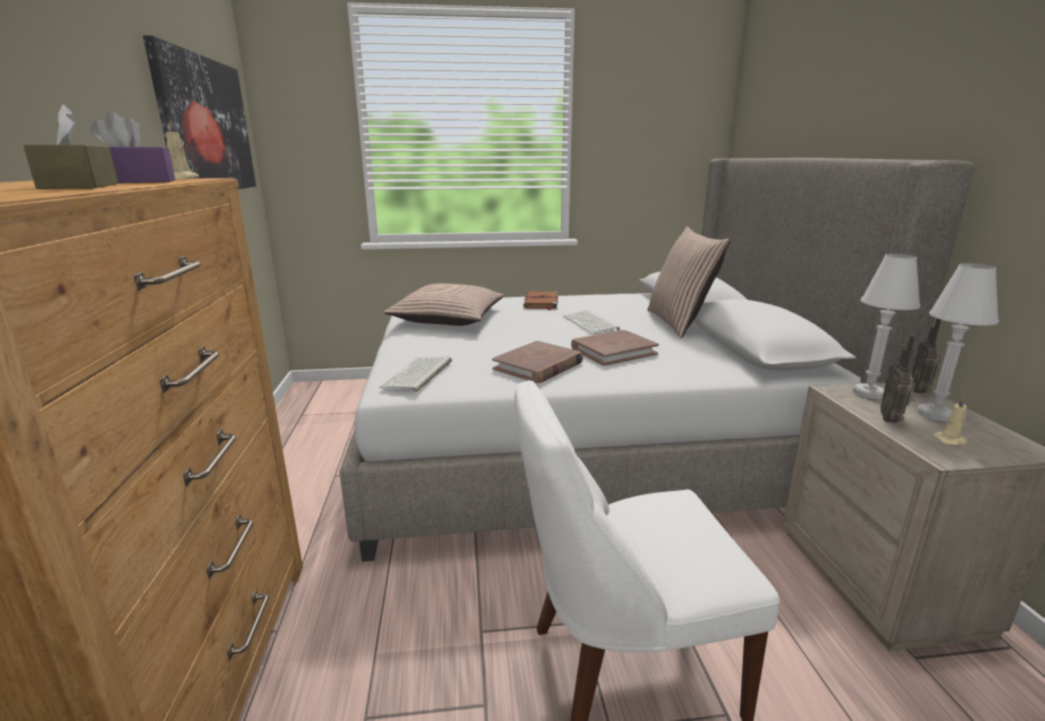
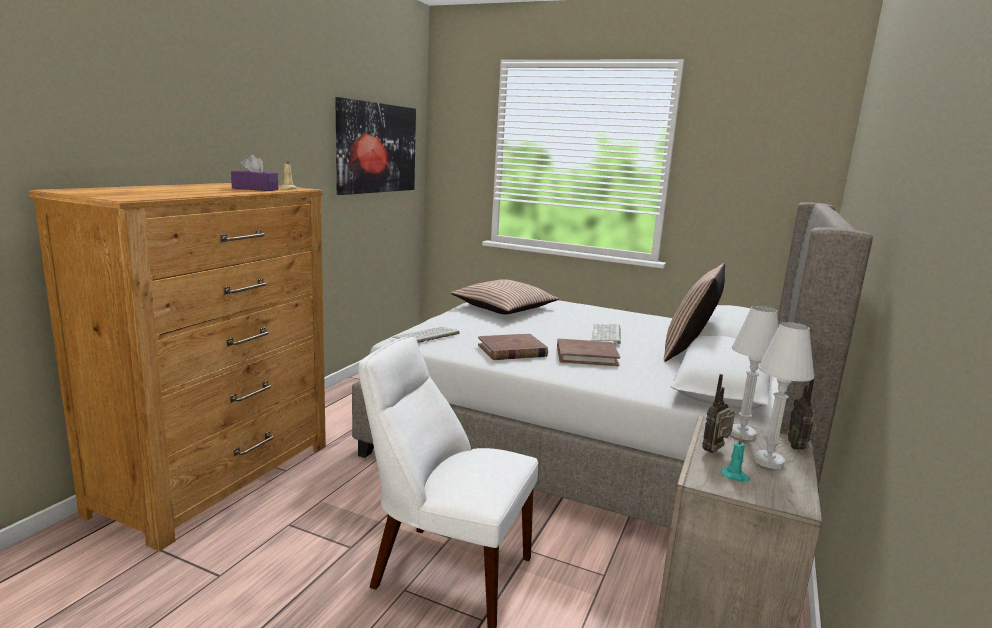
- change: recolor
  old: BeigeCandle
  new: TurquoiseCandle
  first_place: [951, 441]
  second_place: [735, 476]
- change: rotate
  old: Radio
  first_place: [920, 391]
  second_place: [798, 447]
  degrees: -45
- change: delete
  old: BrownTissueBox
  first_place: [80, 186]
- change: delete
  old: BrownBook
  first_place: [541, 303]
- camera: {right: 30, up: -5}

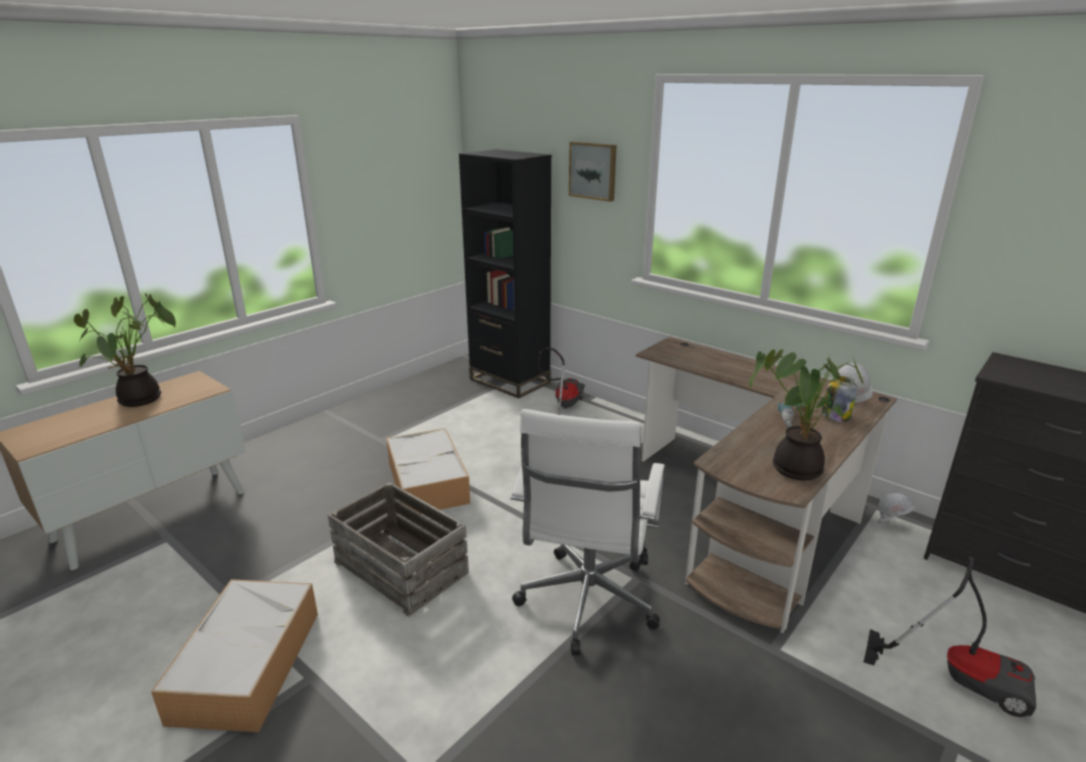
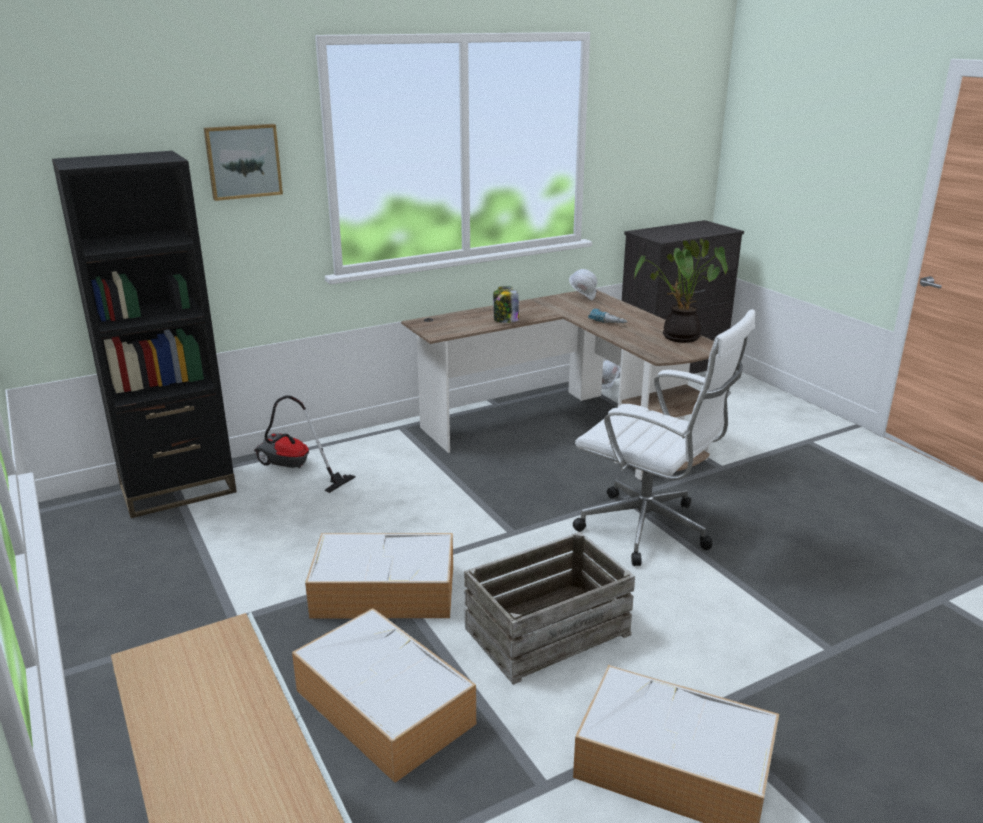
- change: insert
  new: StorageBox
  second_place: [382, 706]
- change: move
  old: Jar
  first_place: [835, 416]
  second_place: [505, 320]
- change: delete
  old: PottedPlant
  first_place: [141, 401]
- change: delete
  old: VacuumCleaner
  first_place: [960, 676]
- camera: {right: -70, up: 0}

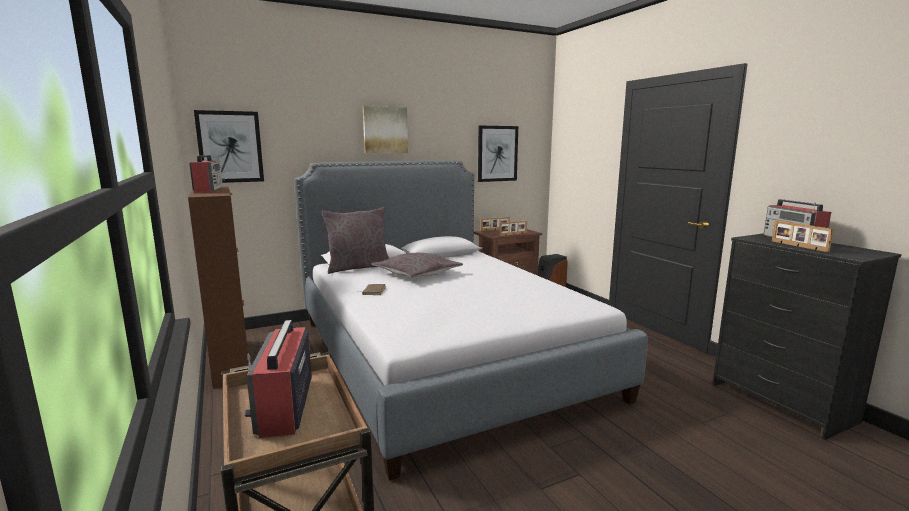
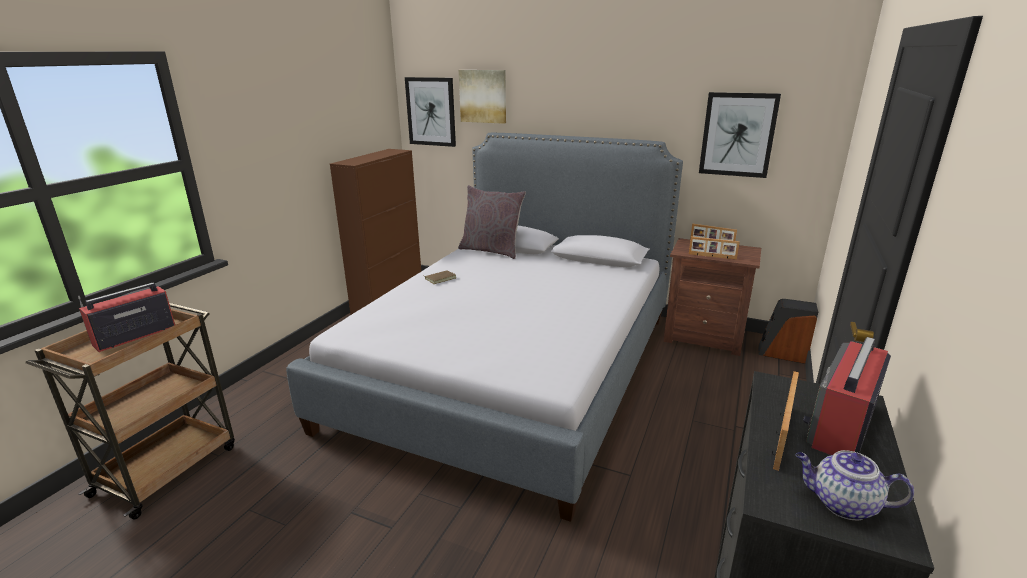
- change: move
  old: Picture
  first_place: [385, 130]
  second_place: [483, 96]
- change: insert
  new: Teapot
  second_place: [842, 504]
- change: delete
  old: Radio
  first_place: [209, 189]
- change: delete
  old: GreyPillow
  first_place: [417, 274]
- camera: {right: 50, up: 10}

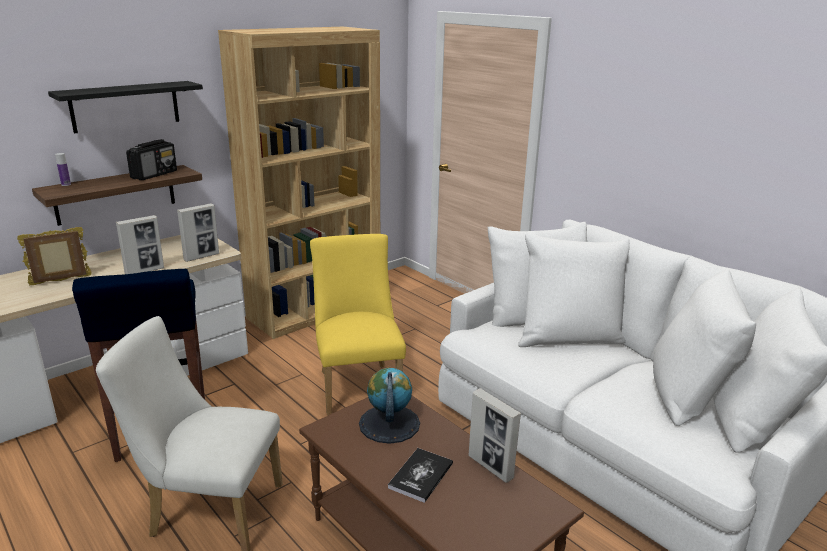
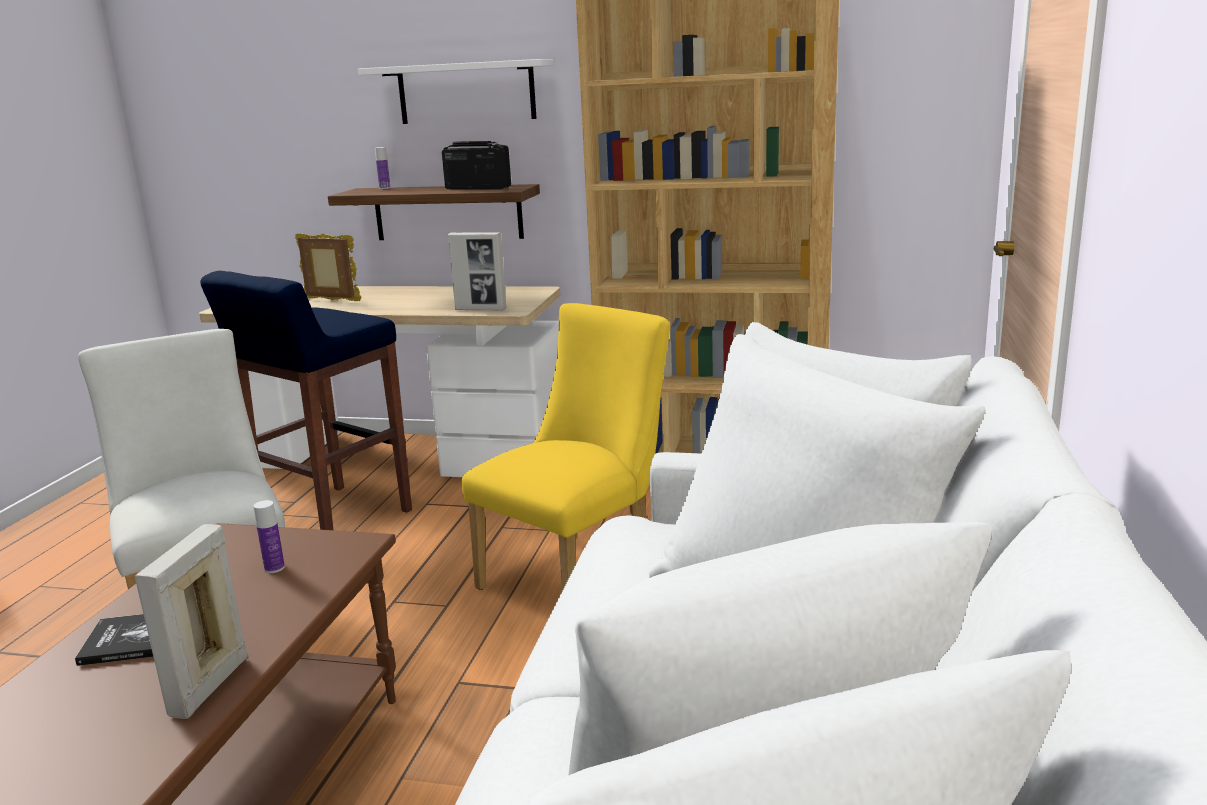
- change: replace
  old: Globe
  new: Bottle
  first_place: [389, 423]
  second_place: [274, 568]
- change: recolor
  old: BlackShelf
  new: WhiteShelf
  first_place: [125, 106]
  second_place: [466, 92]
- change: rotate
  old: Radio
  first_place: [154, 174]
  second_place: [477, 188]
  degrees: -150
- change: delete
  old: PictureFrame
  first_place: [145, 271]
- camera: {right: 55, up: -5}

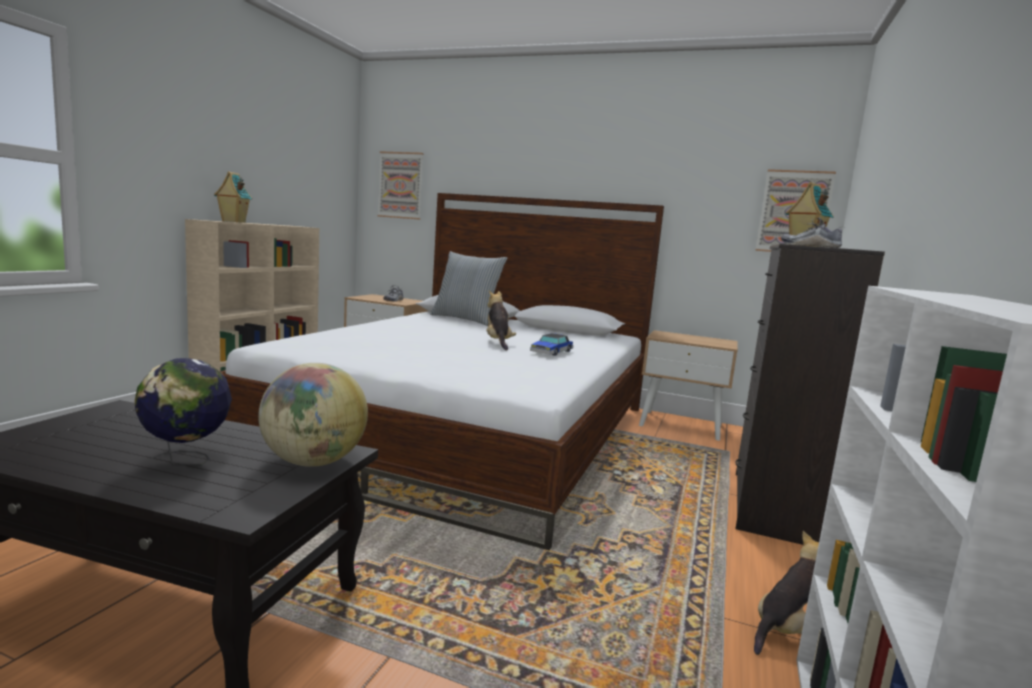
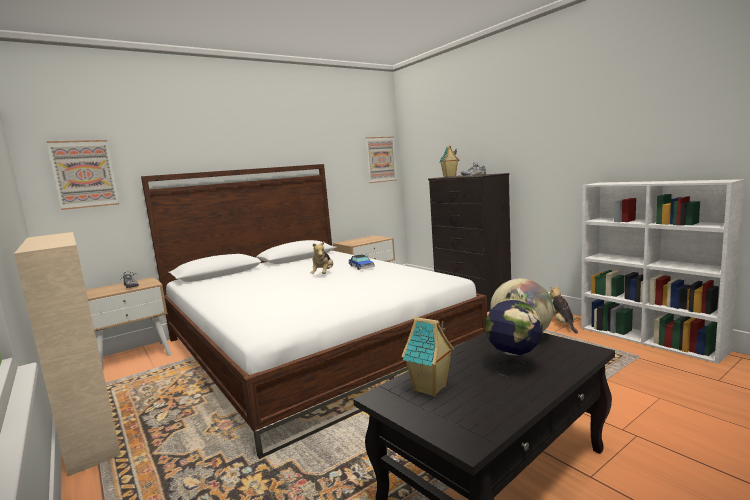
- change: rotate
  old: PlushToy
  first_place: [498, 343]
  second_place: [323, 274]
  degrees: -105
- change: move
  old: ToyHouse
  first_place: [233, 222]
  second_place: [430, 389]
- change: delete
  old: Pillow
  first_place: [465, 319]
- camera: {right: -55, up: 0}

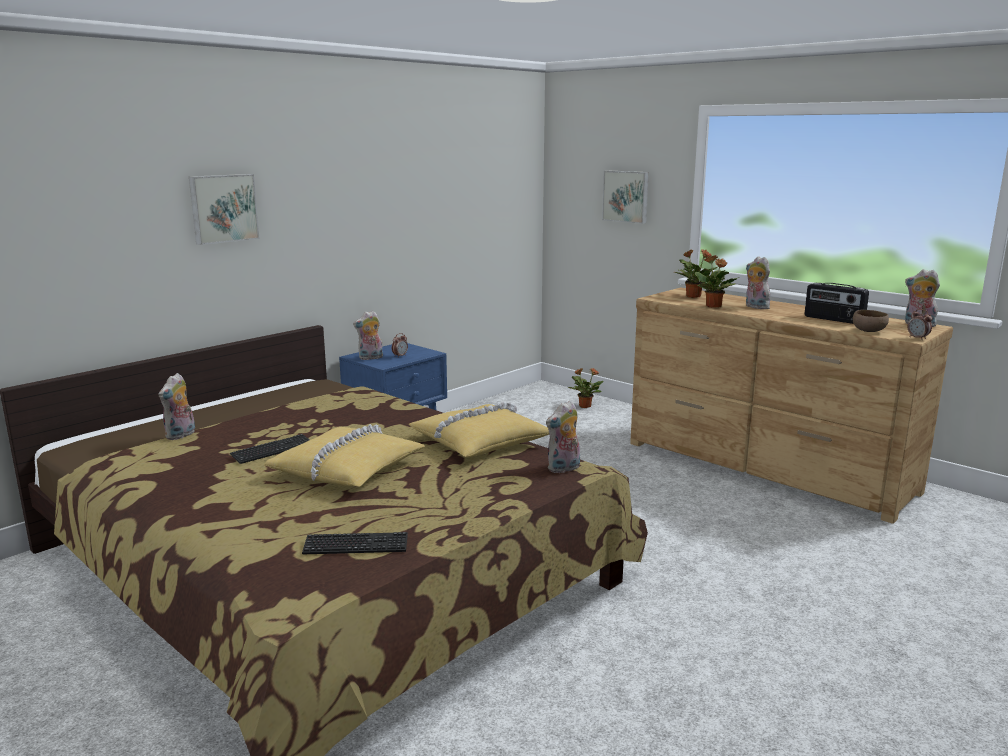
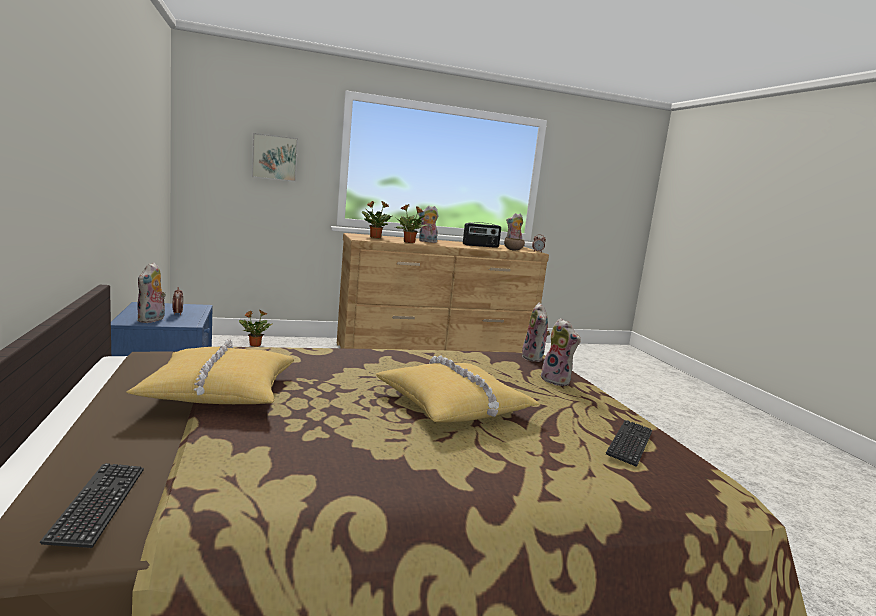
- change: move
  old: Keyboard
  first_place: [272, 450]
  second_place: [98, 505]
- change: move
  old: YellowPillow
  first_place: [479, 441]
  second_place: [219, 390]
- change: move
  old: PlushToy
  first_place: [181, 435]
  second_place: [557, 381]
- change: delete
  old: Picture
  first_place: [223, 208]
- camera: {right: -60, up: -5}

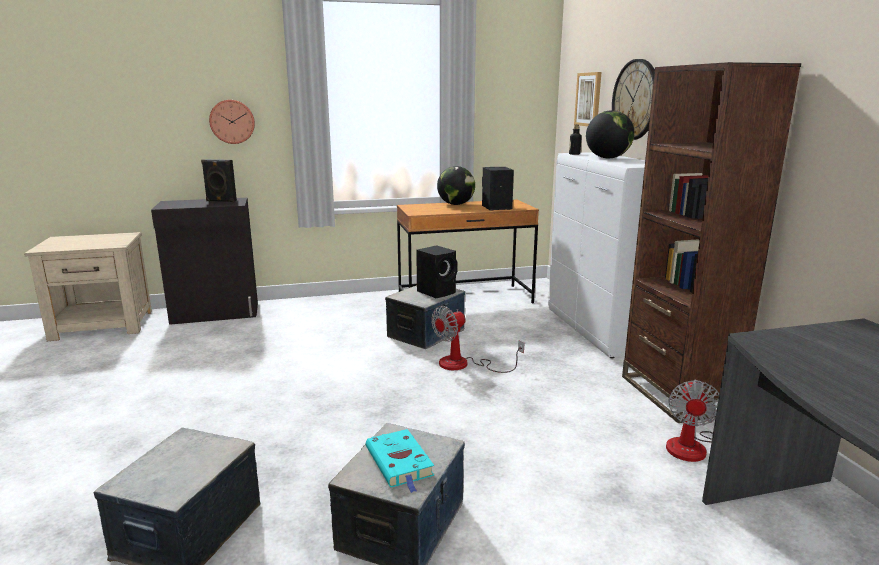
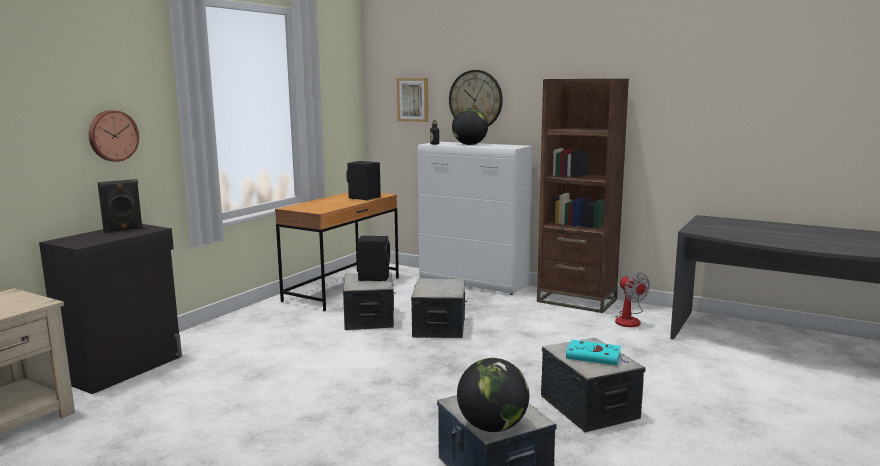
- change: replace
  old: Fan
  new: StorageBox
  first_place: [464, 365]
  second_place: [440, 327]
- change: move
  old: Globe
  first_place: [456, 204]
  second_place: [492, 427]
- camera: {right: -45, up: -5}

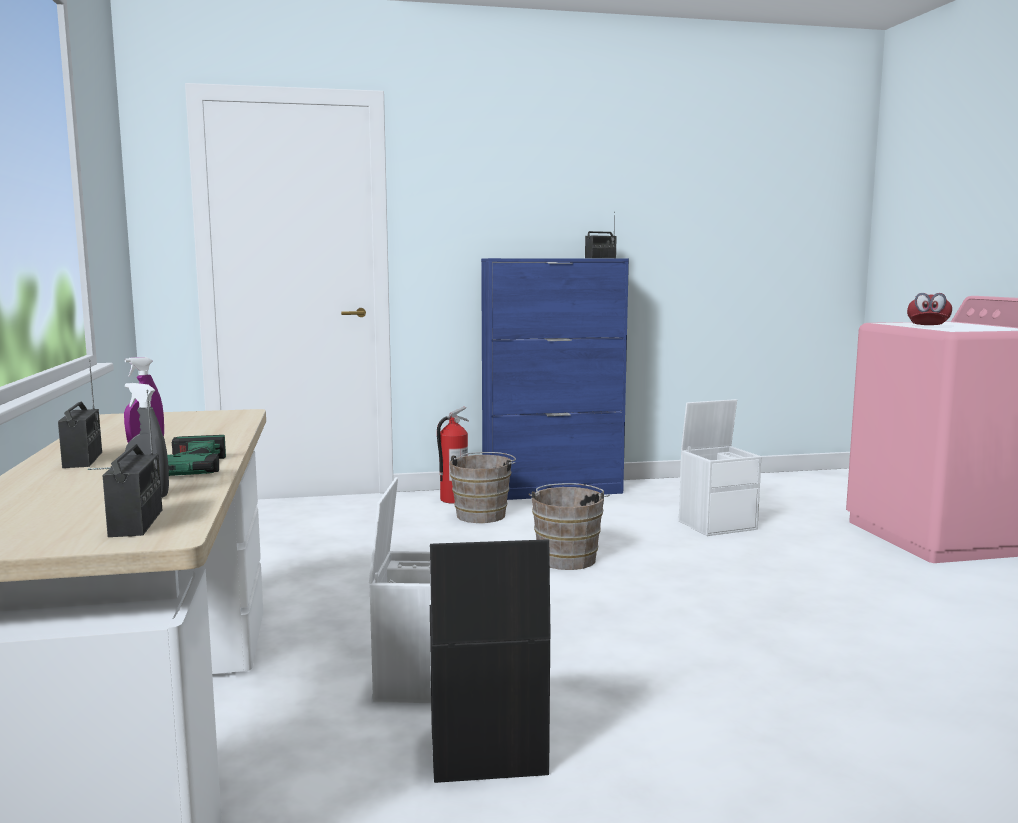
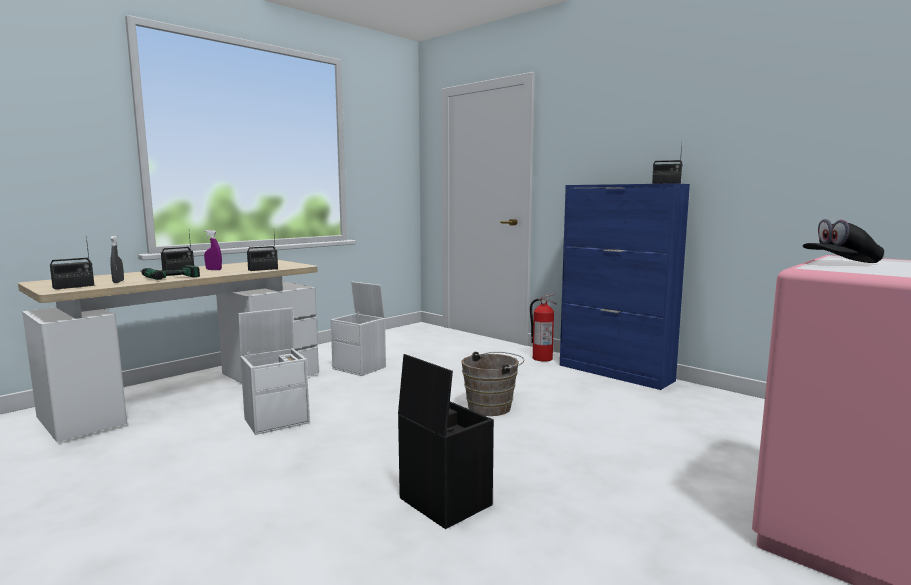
- change: insert
  new: Radio
  second_place: [263, 269]
- change: move
  old: WhiteStorageBox
  first_place: [718, 525]
  second_place: [360, 368]
- change: move
  old: BlackStorageBox
  first_place: [485, 752]
  second_place: [443, 501]
- change: recolor
  old: RedCap
  new: BlackCap
  first_place: [928, 326]
  second_place: [841, 263]
- change: delete
  old: BrownBucket
  first_place: [483, 514]
- camera: {right: 55, up: 0}

